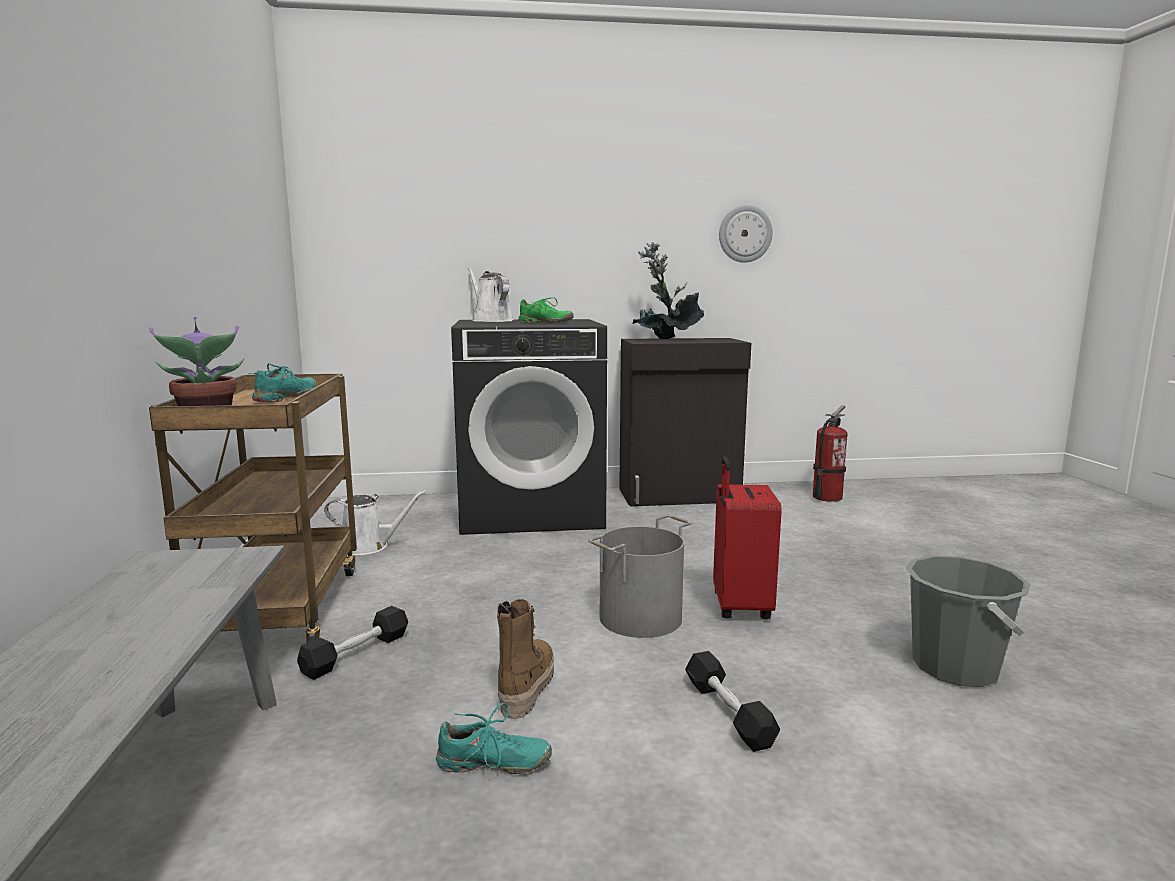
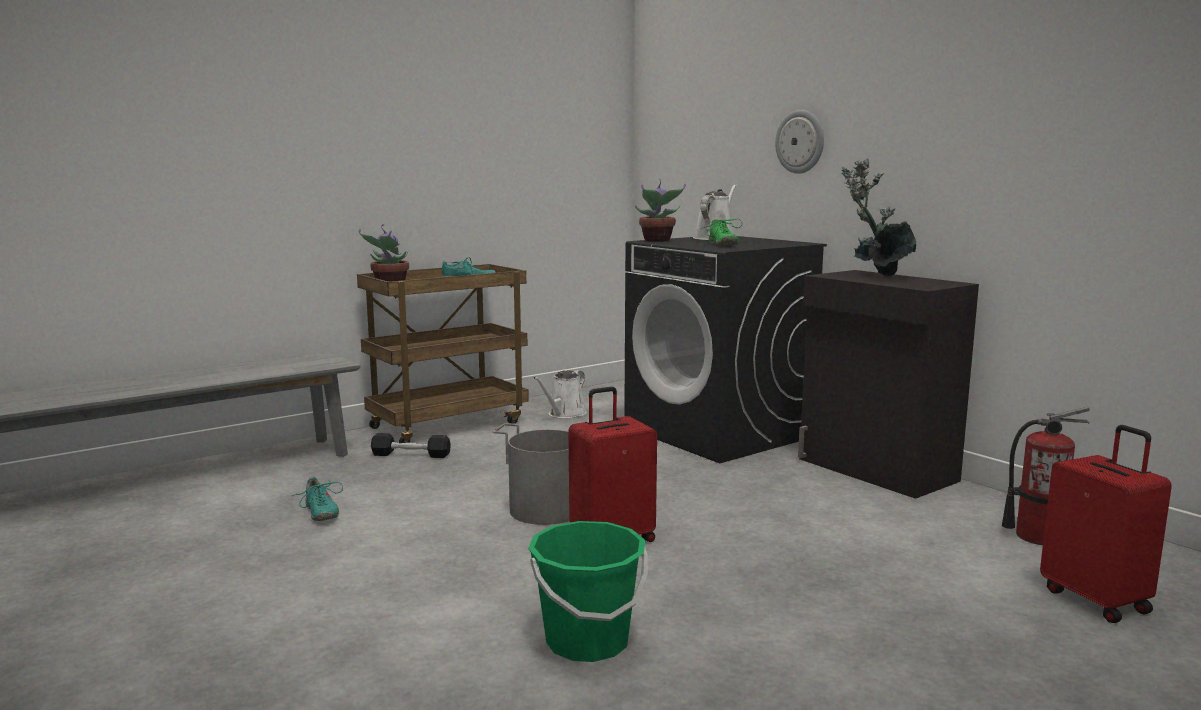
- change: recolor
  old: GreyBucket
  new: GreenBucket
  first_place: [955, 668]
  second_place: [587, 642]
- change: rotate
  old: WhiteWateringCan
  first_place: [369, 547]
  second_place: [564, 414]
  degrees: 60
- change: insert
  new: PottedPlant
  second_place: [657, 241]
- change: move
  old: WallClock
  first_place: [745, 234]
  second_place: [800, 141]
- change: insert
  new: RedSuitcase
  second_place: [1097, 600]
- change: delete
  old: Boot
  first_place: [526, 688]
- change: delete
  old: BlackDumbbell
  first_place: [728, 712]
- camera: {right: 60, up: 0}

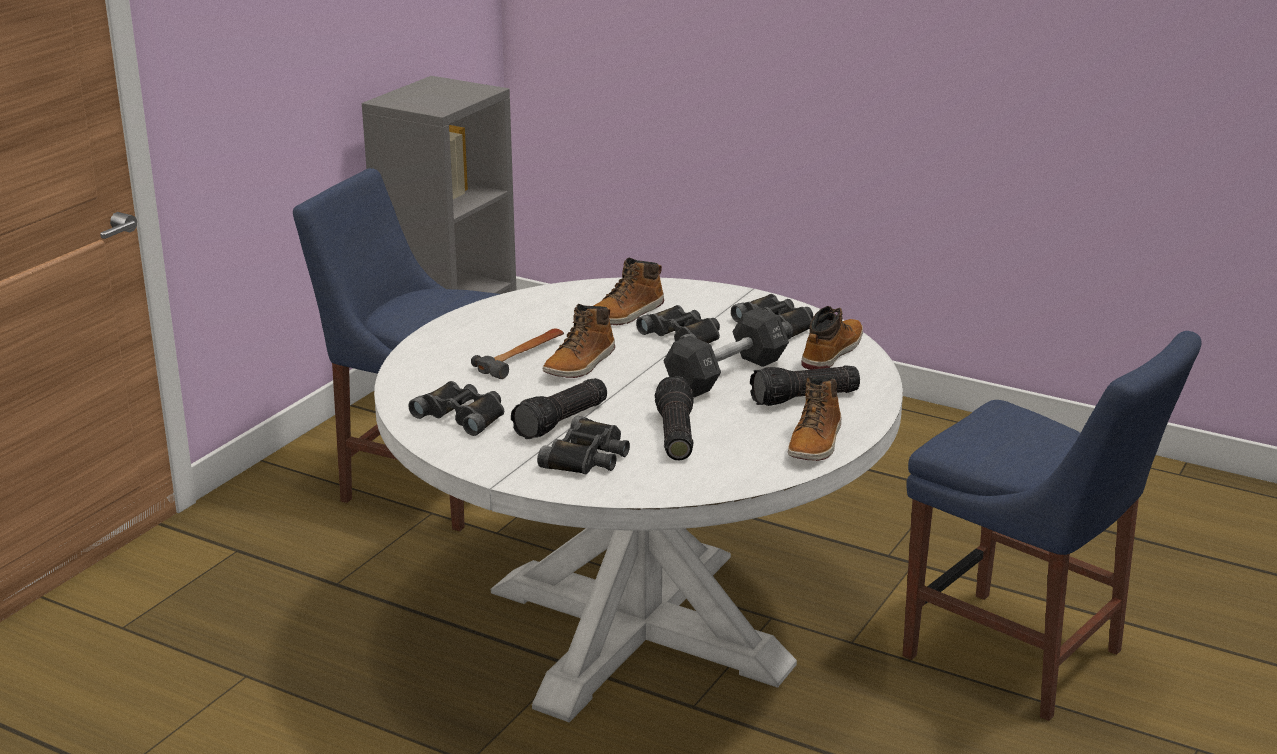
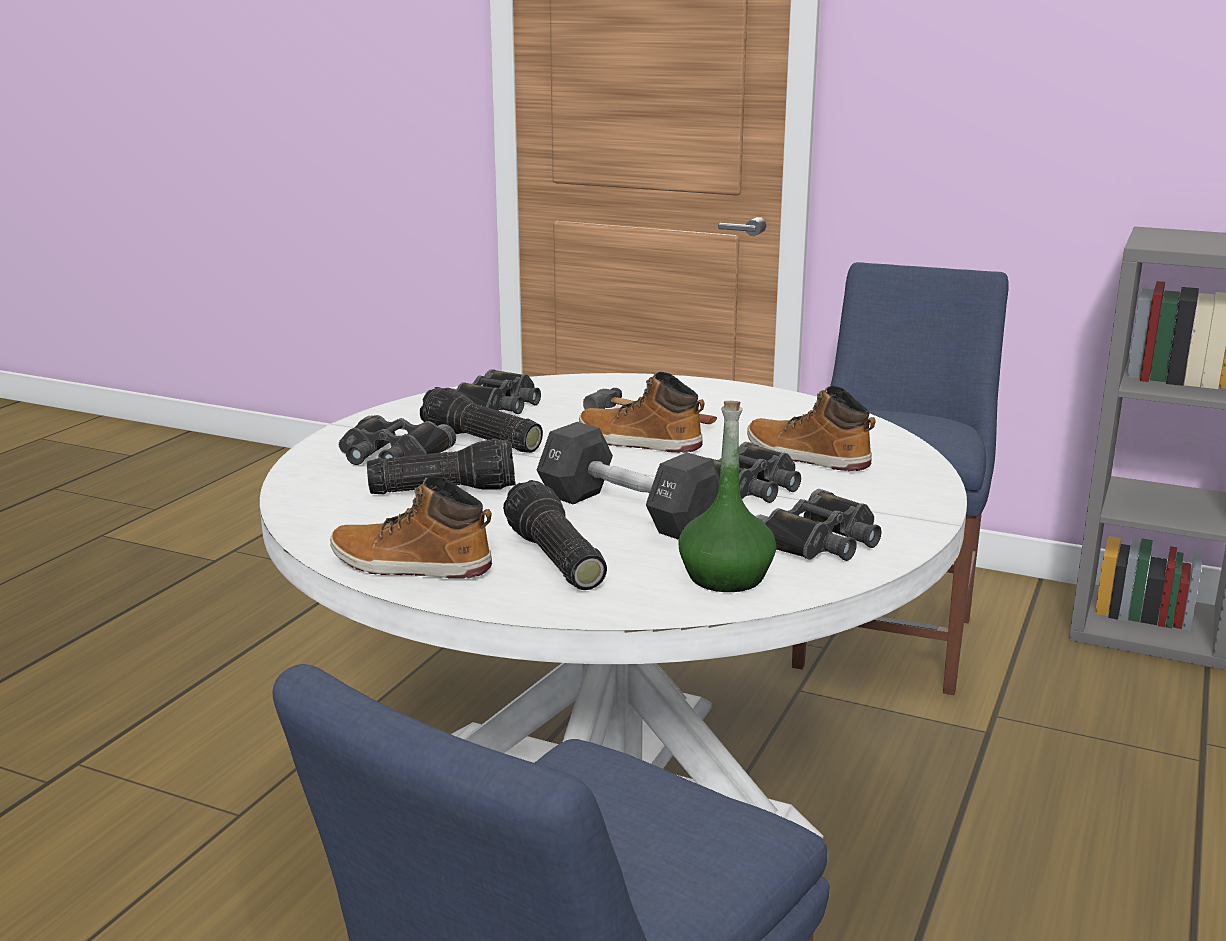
- change: replace
  old: Boot
  new: GreenBottle
  first_place: [831, 353]
  second_place: [725, 577]
- camera: {right: 85, up: -5}

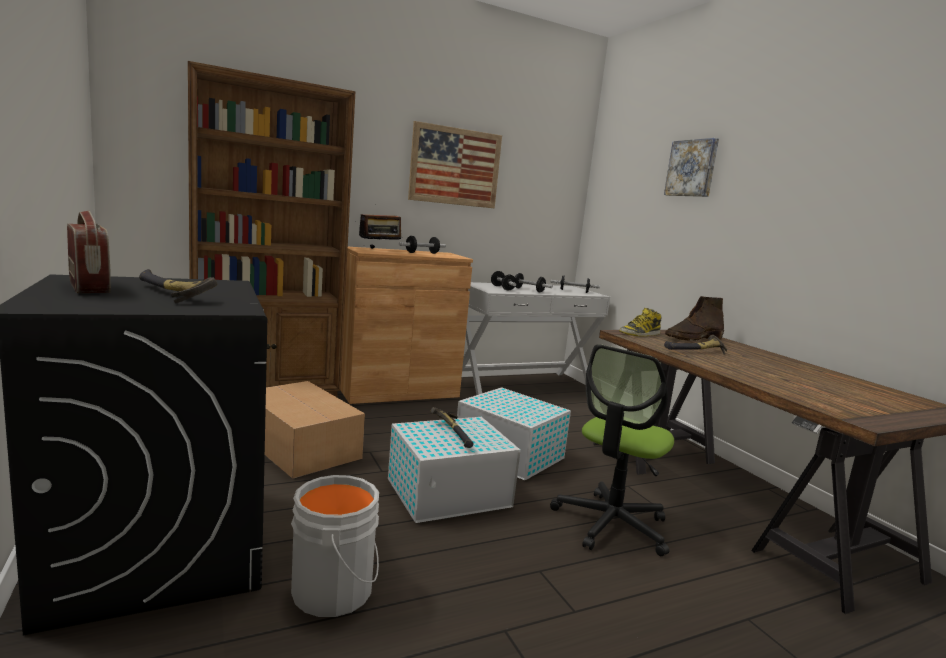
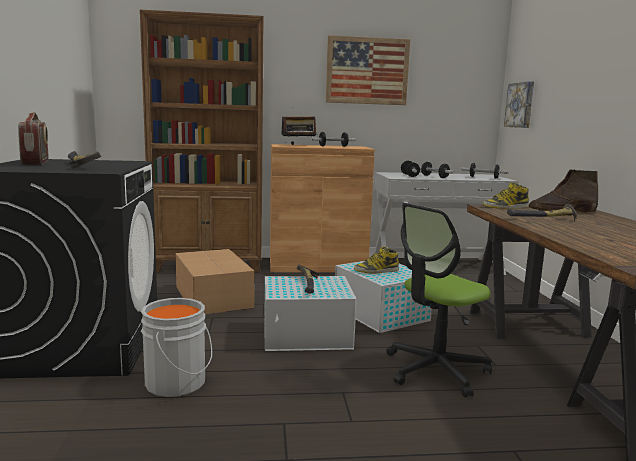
- change: insert
  new: Boot
  second_place: [376, 271]
- change: move
  old: Picture
  first_place: [692, 168]
  second_place: [520, 105]
- camera: {right: 20, up: 0}

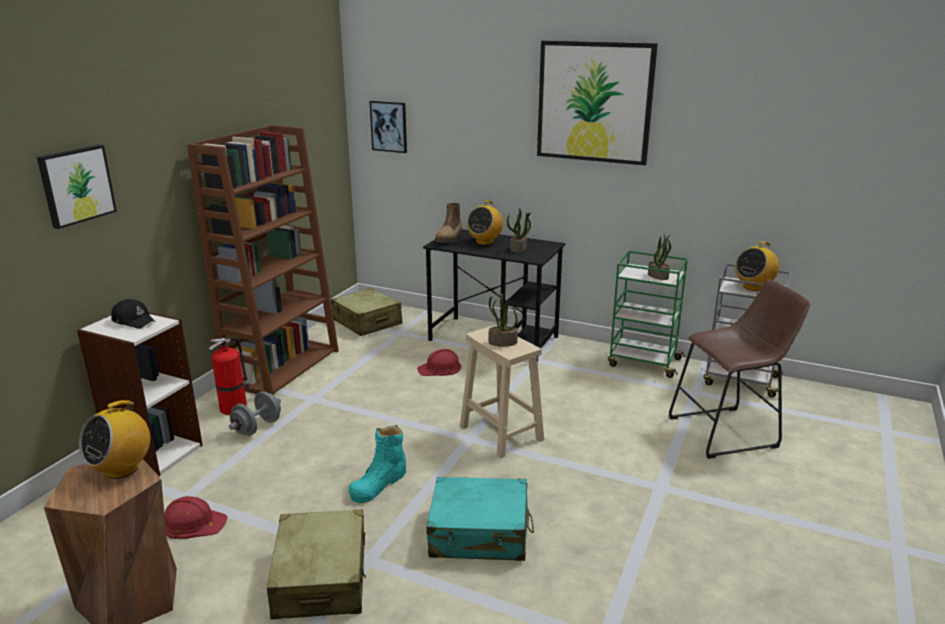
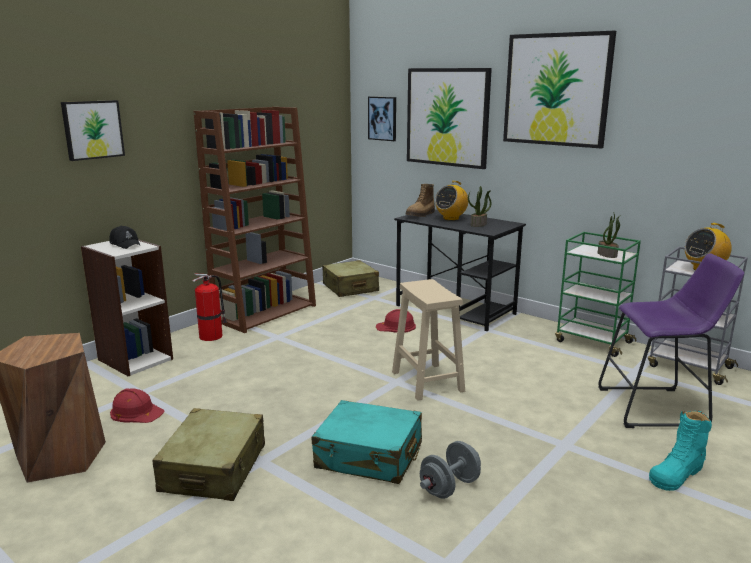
- change: insert
  new: Picture
  second_place: [447, 117]
- change: move
  old: GreyDumbbell
  first_place: [257, 427]
  second_place: [449, 487]
- change: recolor
  old: BrownStool
  new: PurpleStool
  first_place: [728, 432]
  second_place: [658, 408]
- change: move
  old: TurquoiseBoot
  first_place: [379, 484]
  second_place: [677, 473]
- change: delete
  old: Radio
  first_place: [122, 469]
- change: delete
  old: PottedPlant
  first_place: [502, 342]
- camera: {right: 15, up: -5}

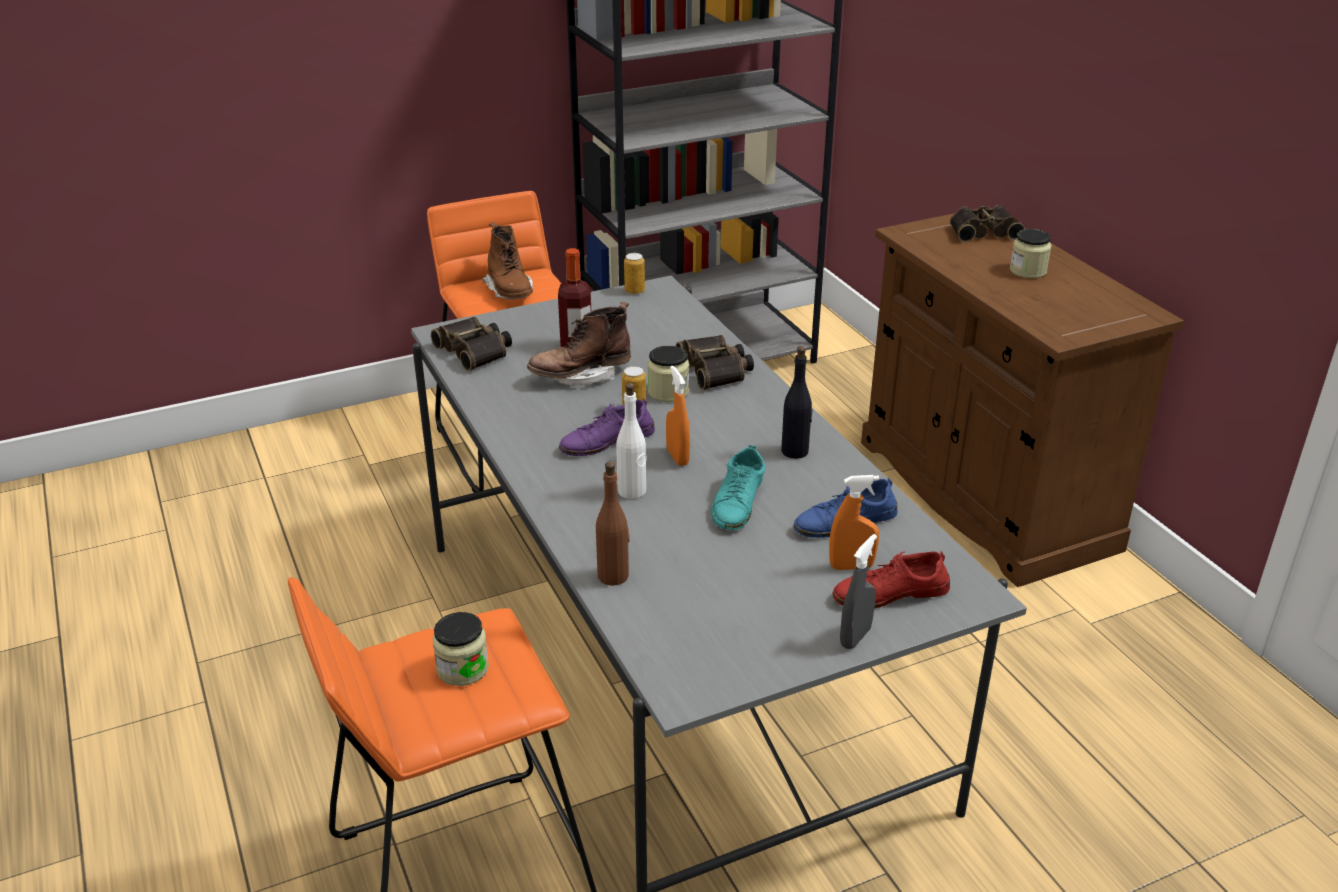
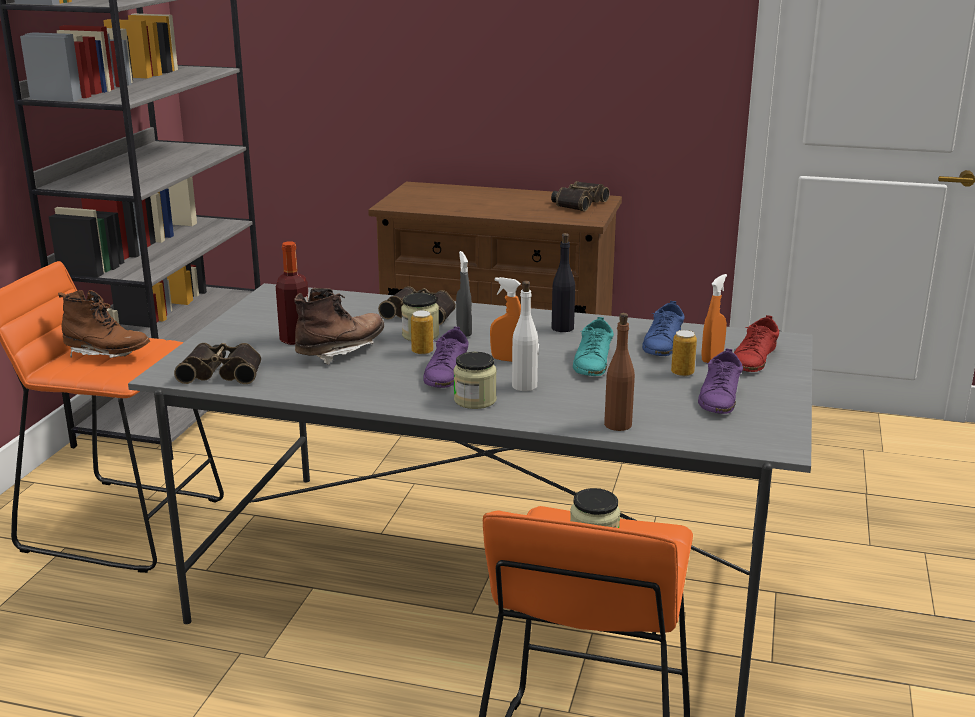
- change: rotate
  old: BrownBoot
  first_place: [581, 376]
  second_place: [341, 352]
  degrees: -150
- change: move
  old: Jar
  first_place: [1028, 271]
  second_place: [475, 400]
- change: move
  old: GreySprayBottle
  first_place: [855, 637]
  second_place: [464, 332]
- change: move
  old: Binoculars
  first_place: [983, 231]
  second_place: [578, 203]
- change: rotate
  old: TurquoiseShoe
  first_place: [738, 502]
  second_place: [593, 362]
  degrees: 45
- change: move
  old: Can
  first_place: [634, 291]
  second_place: [682, 373]
- change: insert
  new: PurpleShoe
  second_place: [719, 397]
- camera: {right: -50, up: -10}

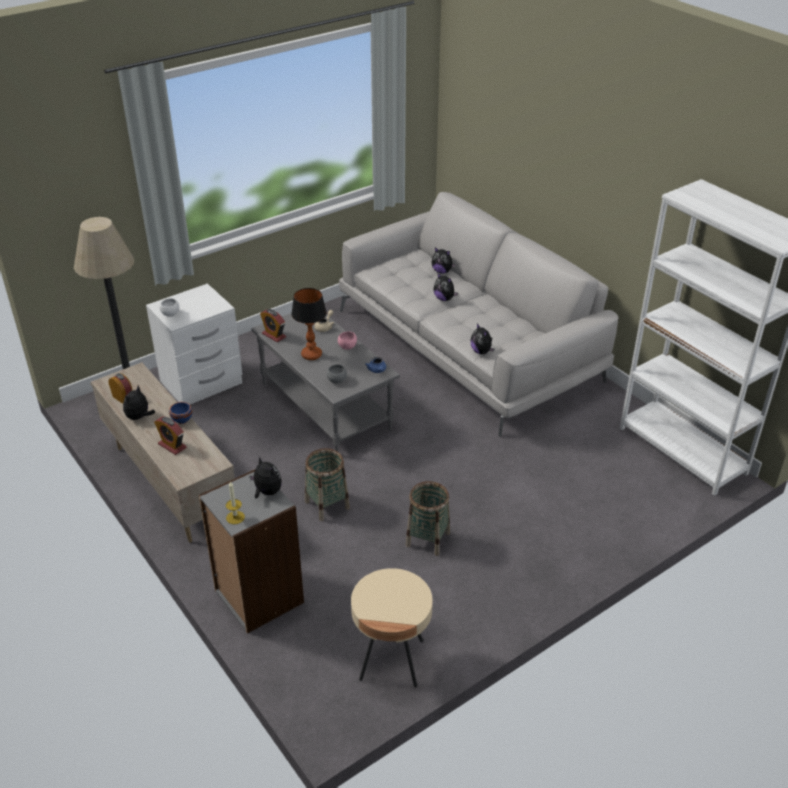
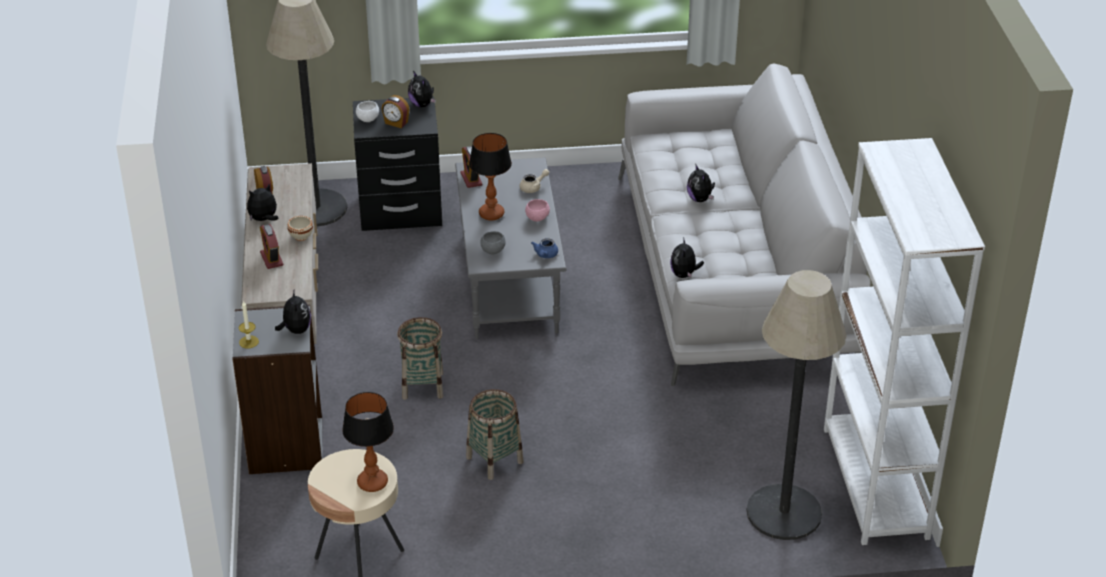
- change: recolor
  old: BlueBowl
  new: BeigeBowl
  first_place: [182, 420]
  second_place: [302, 236]
- change: insert
  new: TableLamp
  second_place: [372, 483]
- change: recolor
  old: WhiteNightstand
  new: BlackNightstand
  first_place: [202, 383]
  second_place: [400, 211]
- change: insert
  new: AlarmClock
  second_place: [396, 123]
- change: move
  old: PlushToy
  first_place: [442, 271]
  second_place: [422, 105]
- change: insert
  new: FloorLamp
  second_place: [783, 513]
- camera: {right: 30, up: 0}

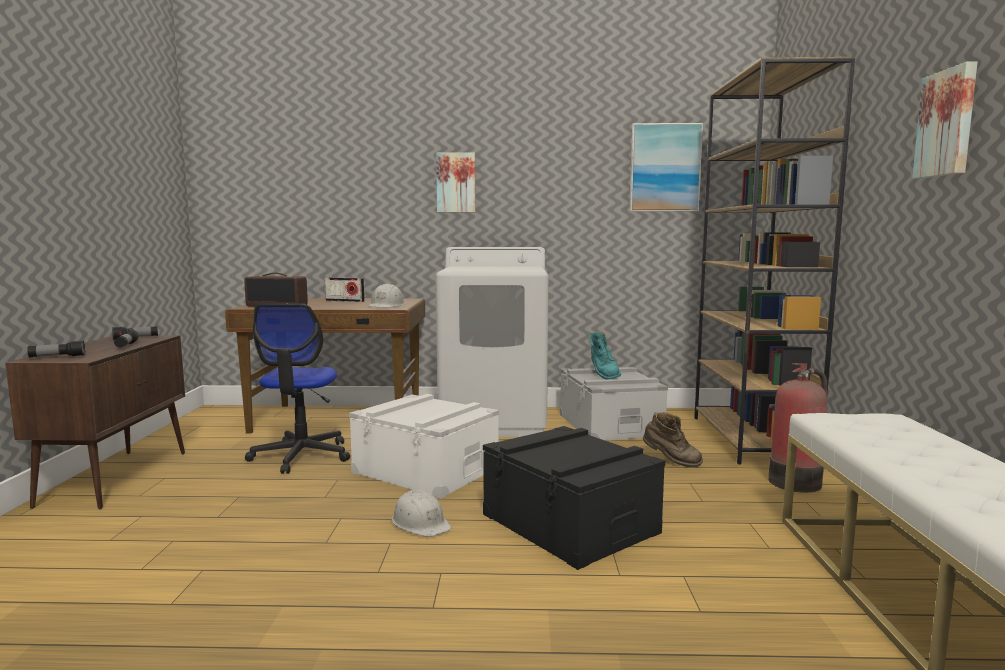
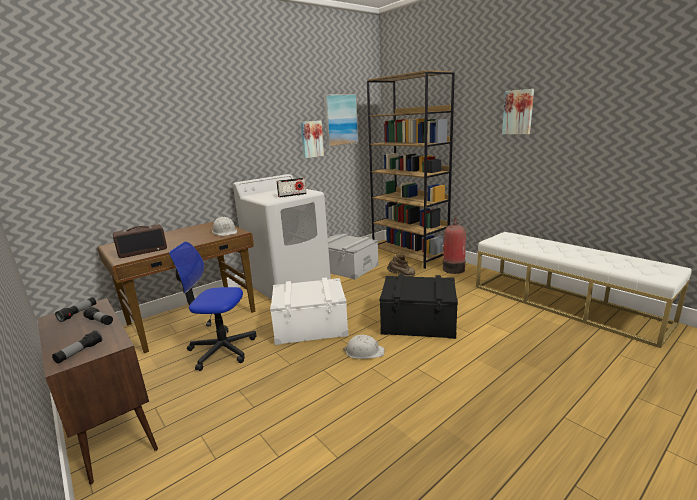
- change: rotate
  old: OfficeChair
  first_place: [301, 456]
  second_place: [222, 349]
  degrees: 135
- change: move
  old: Radio
  first_place: [345, 301]
  second_place: [292, 195]
- change: move
  old: Picture
  first_place: [456, 183]
  second_place: [311, 139]
- change: delete
  old: TurquoiseBoot
  first_place: [603, 375]
- camera: {right: -40, up: 10}

